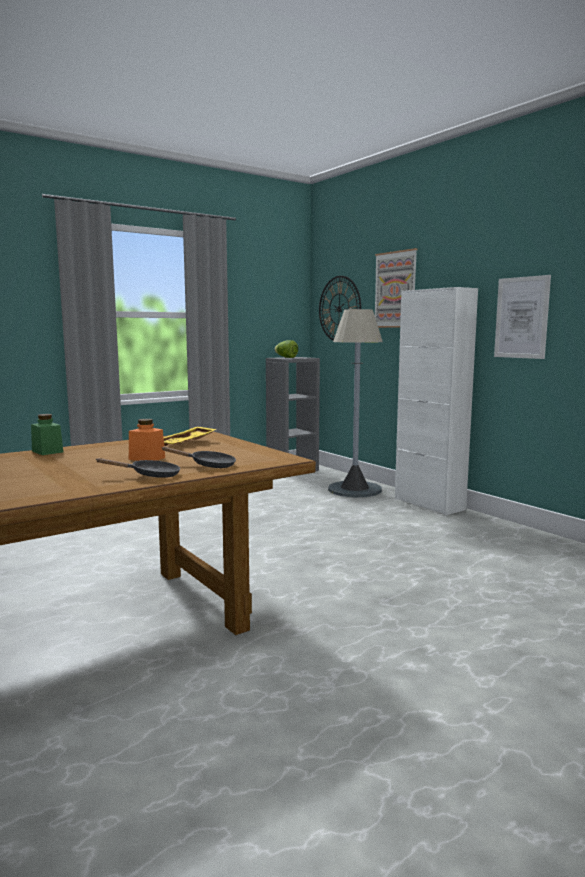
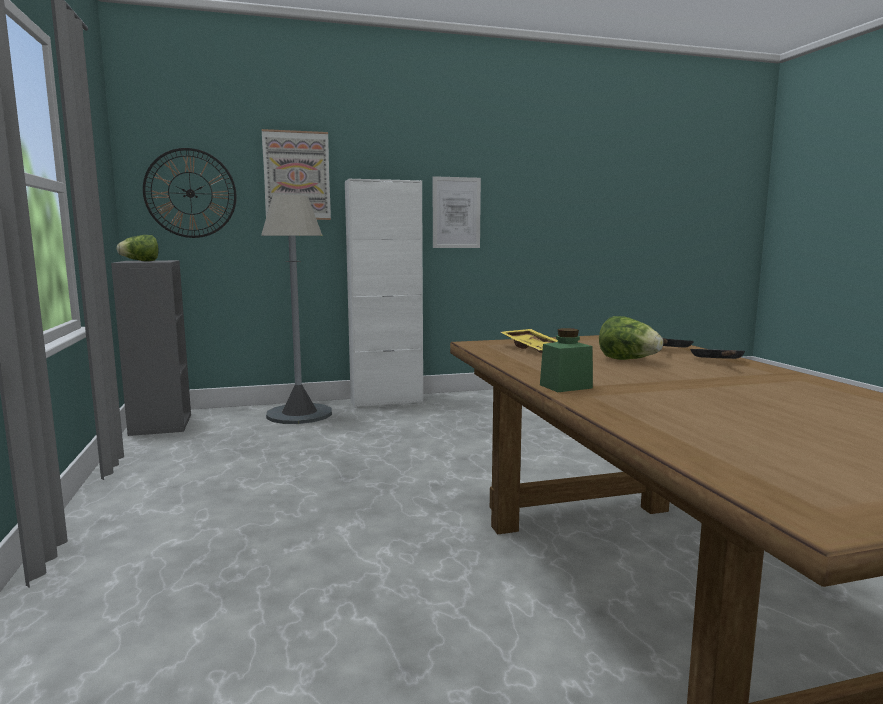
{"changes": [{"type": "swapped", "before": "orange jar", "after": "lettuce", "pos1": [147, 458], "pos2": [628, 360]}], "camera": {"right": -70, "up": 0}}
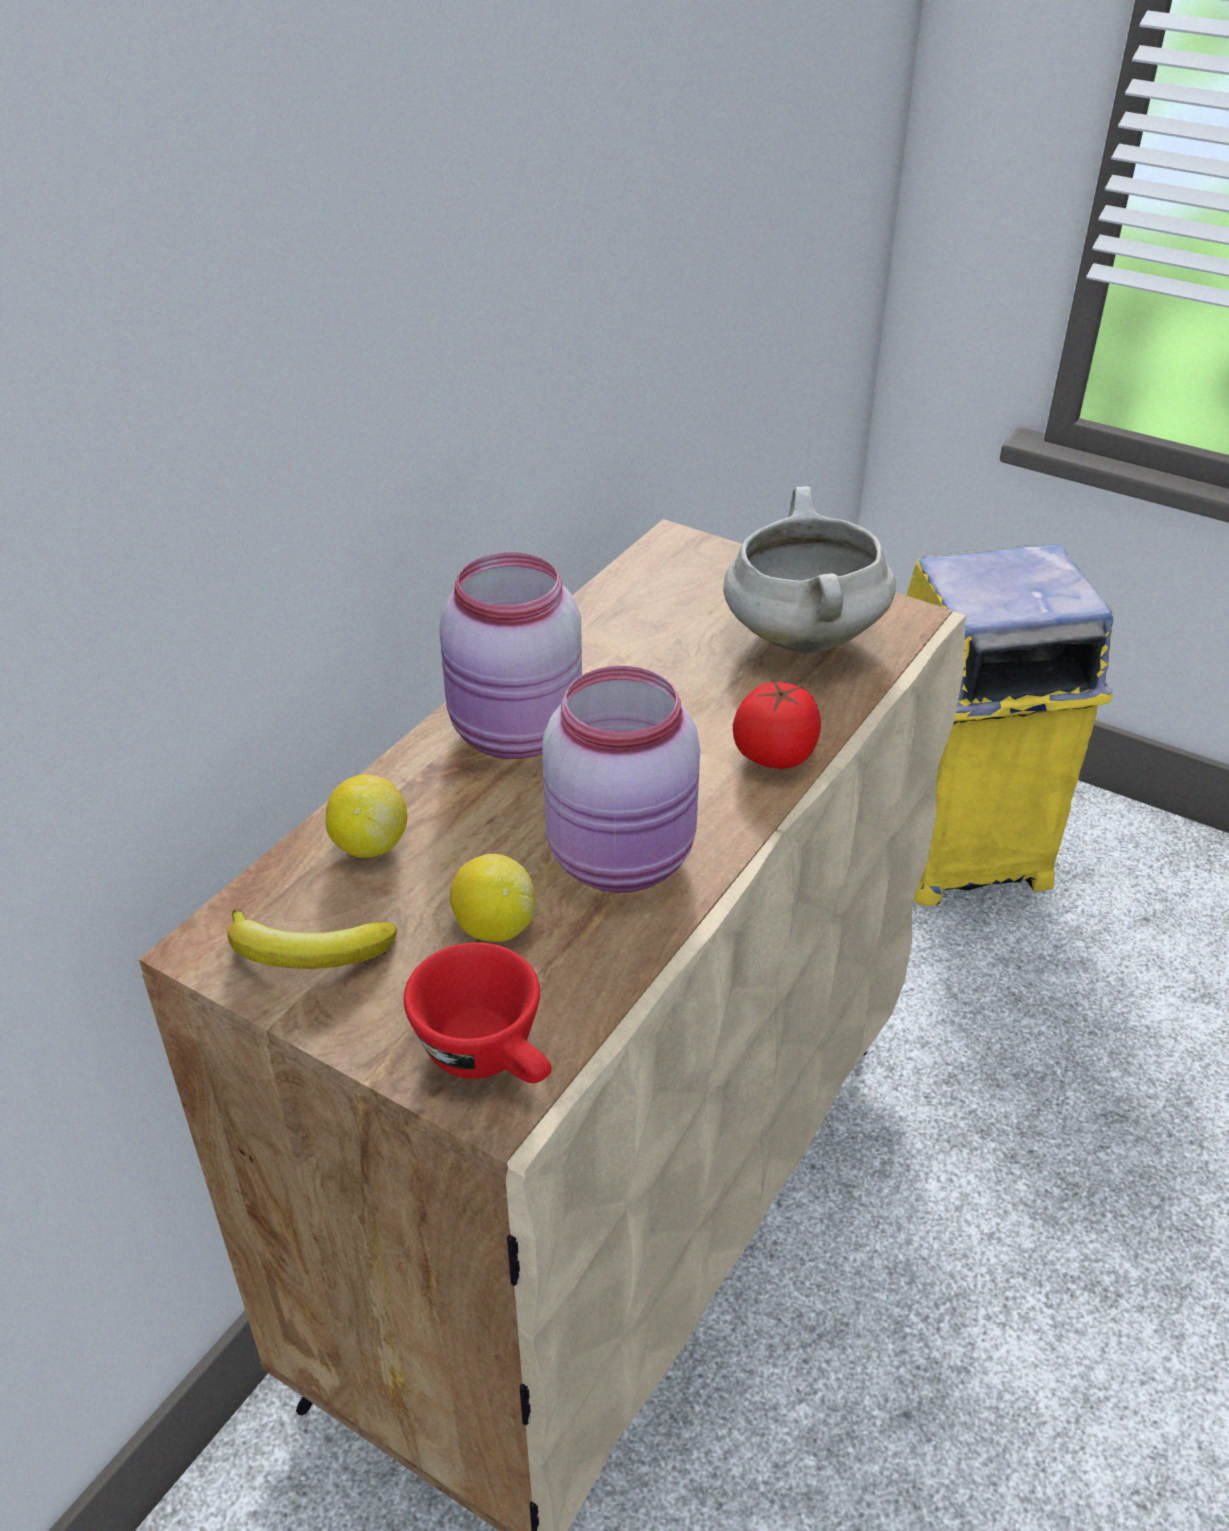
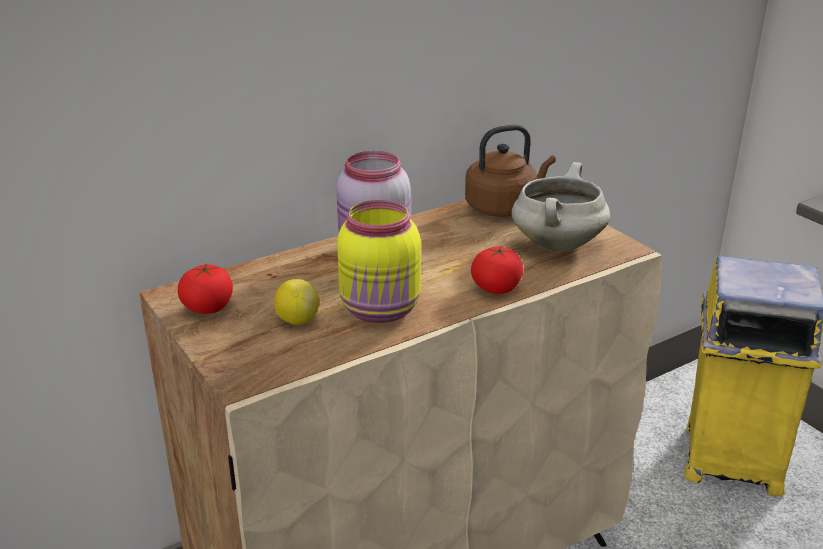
{"changes": [{"type": "swapped", "before": "banana", "after": "tomato", "pos1": [307, 953], "pos2": [208, 308]}, {"type": "repainted", "before": "pink jar", "after": "yellow jar", "pos1": [625, 859], "pos2": [381, 310]}, {"type": "new", "after": "brown kettle", "pos2": [504, 207]}, {"type": "gone", "before": "lemon", "pos1": [369, 844]}, {"type": "gone", "before": "red cup", "pos1": [491, 1057]}], "camera": {"right": 25, "up": -10}}
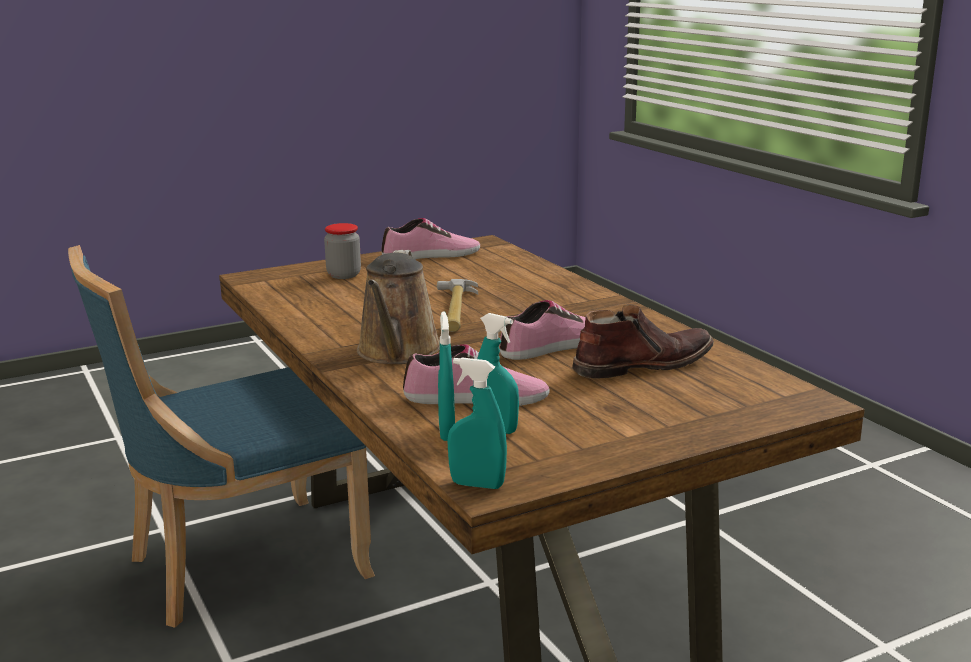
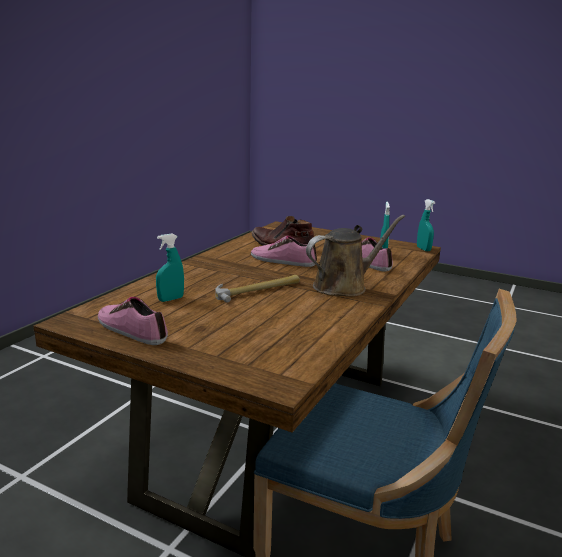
{"changes": [{"type": "shifted", "before": "turquoise spray bottle", "pos1": [447, 432], "pos2": [170, 299]}, {"type": "gone", "before": "jar", "pos1": [344, 275]}], "camera": {"right": -125, "up": 0}}
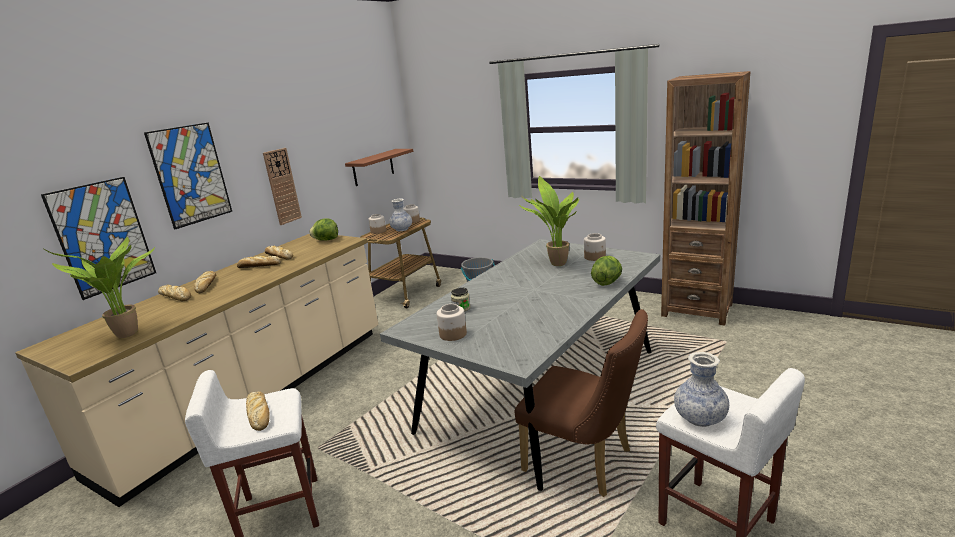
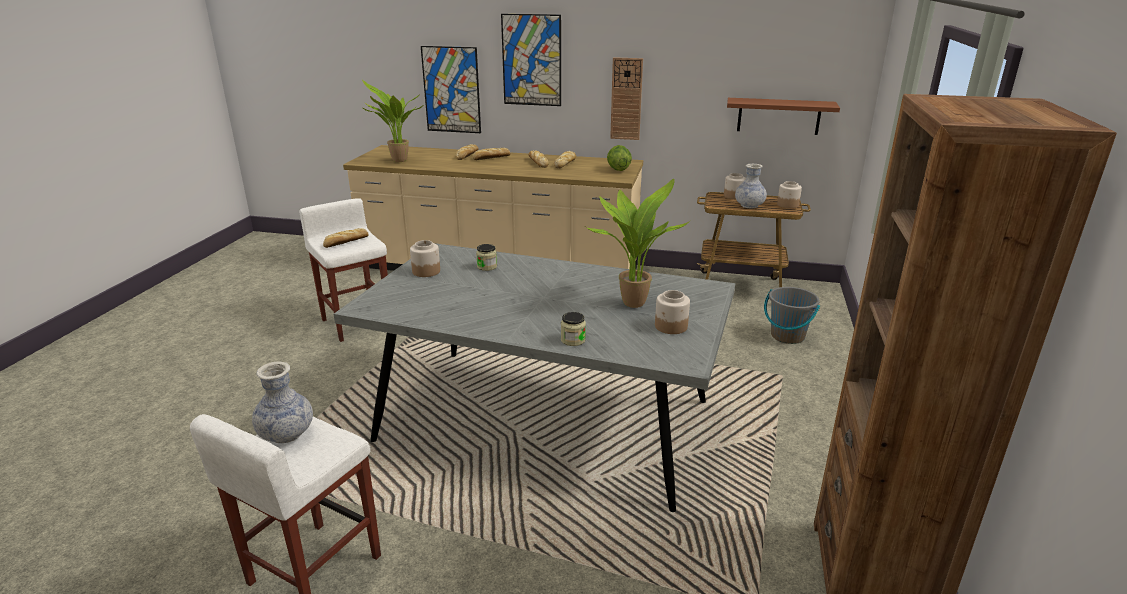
{"changes": [{"type": "swapped", "before": "lettuce", "after": "jar", "pos1": [607, 282], "pos2": [573, 340]}, {"type": "gone", "before": "brown chair", "pos1": [585, 462]}], "camera": {"right": 70, "up": 5}}
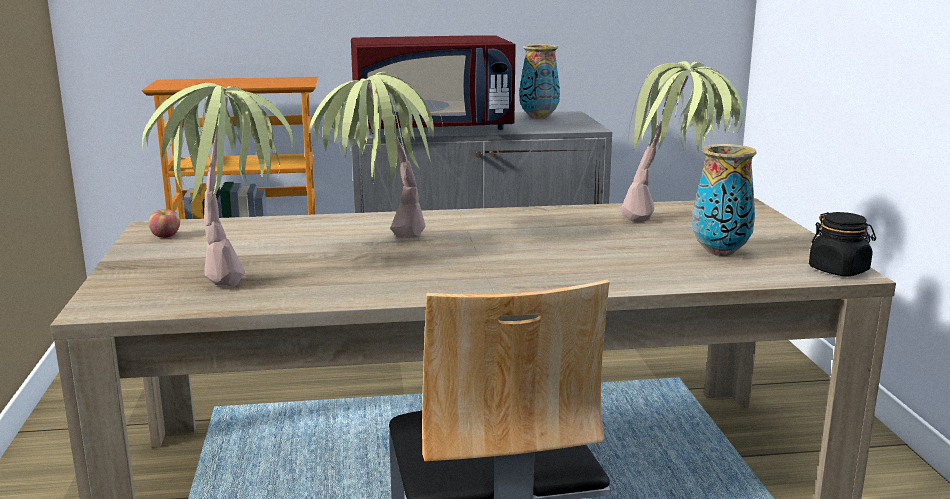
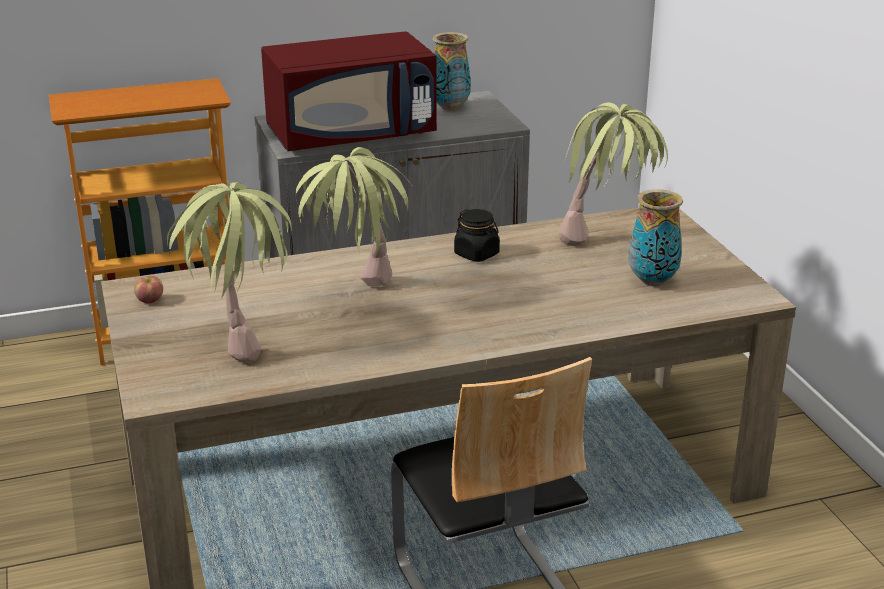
{"changes": [{"type": "shifted", "before": "black jar", "pos1": [839, 270], "pos2": [477, 254]}], "camera": {"right": -10, "up": 10}}
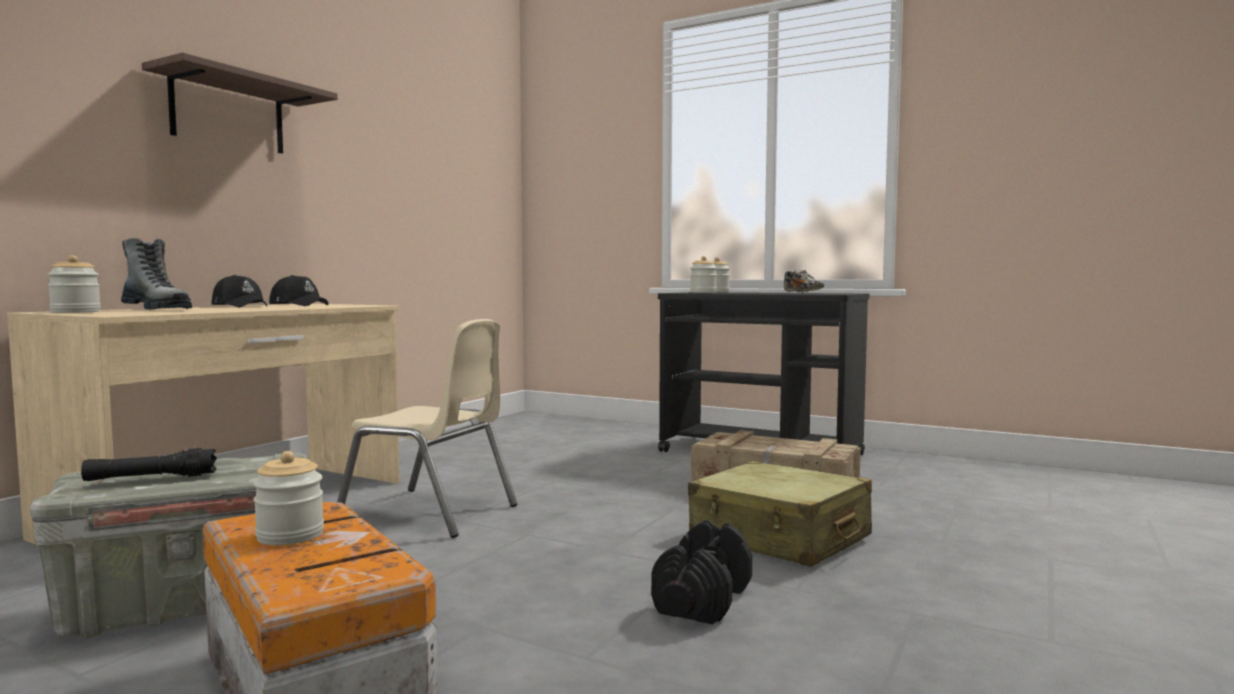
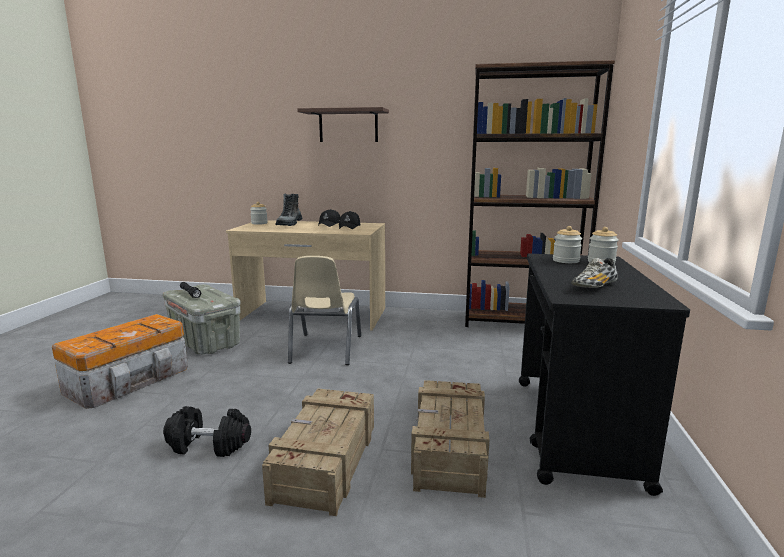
{"changes": [{"type": "swapped", "before": "beige suitcase", "after": "crate", "pos1": [779, 538], "pos2": [325, 462]}, {"type": "new", "after": "brown bookcase", "pos2": [521, 322]}, {"type": "gone", "before": "jar", "pos1": [290, 535]}], "camera": {"right": 70, "up": 10}}
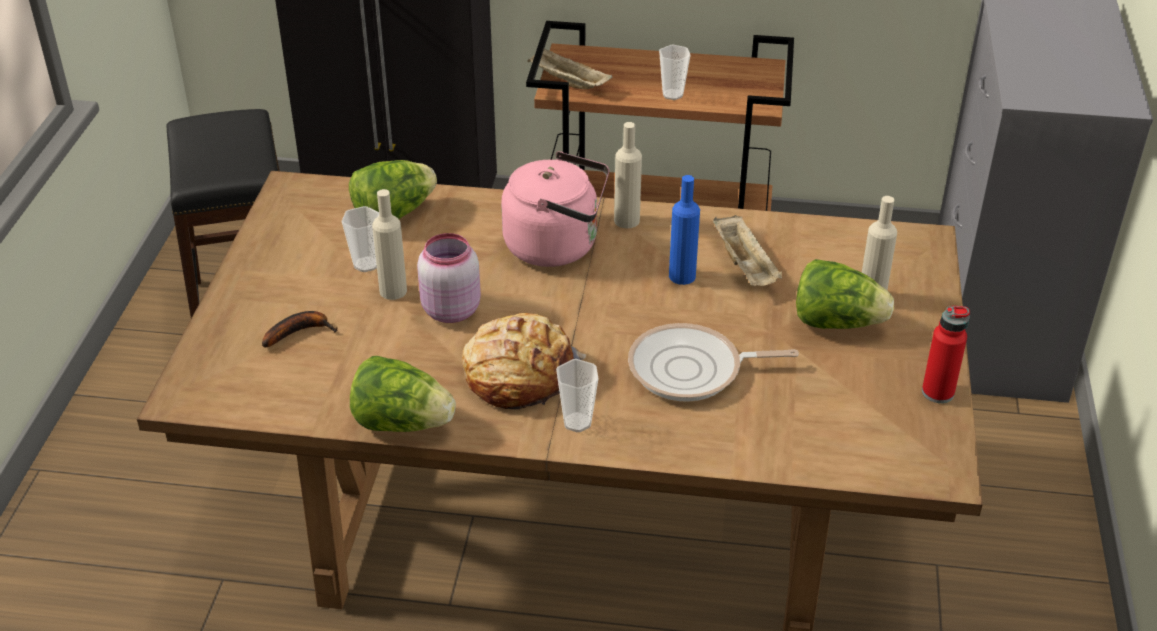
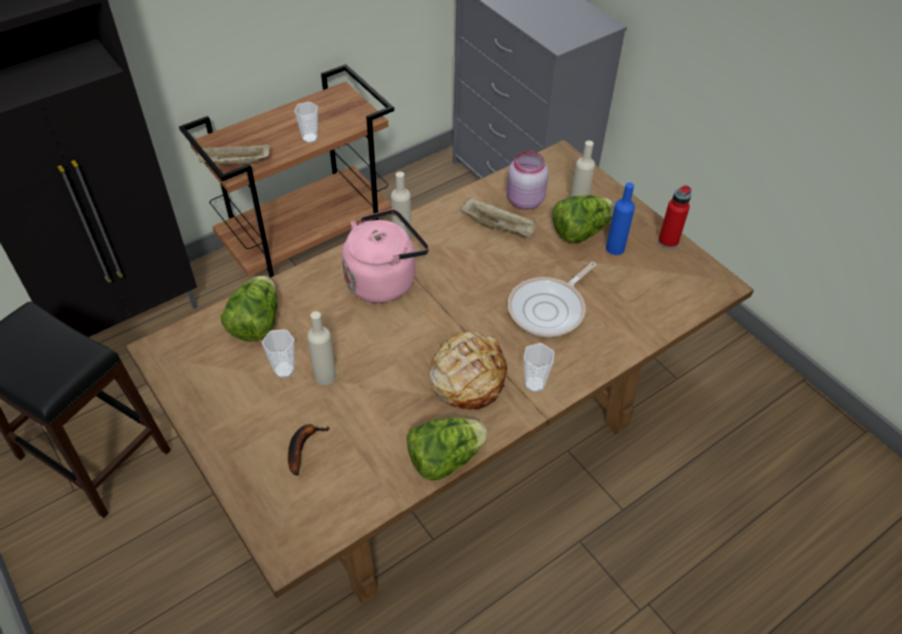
{"changes": [{"type": "shifted", "before": "pink jar", "pos1": [449, 309], "pos2": [524, 201]}, {"type": "shifted", "before": "blue bottle", "pos1": [682, 276], "pos2": [615, 248]}], "camera": {"right": -45, "up": 10}}
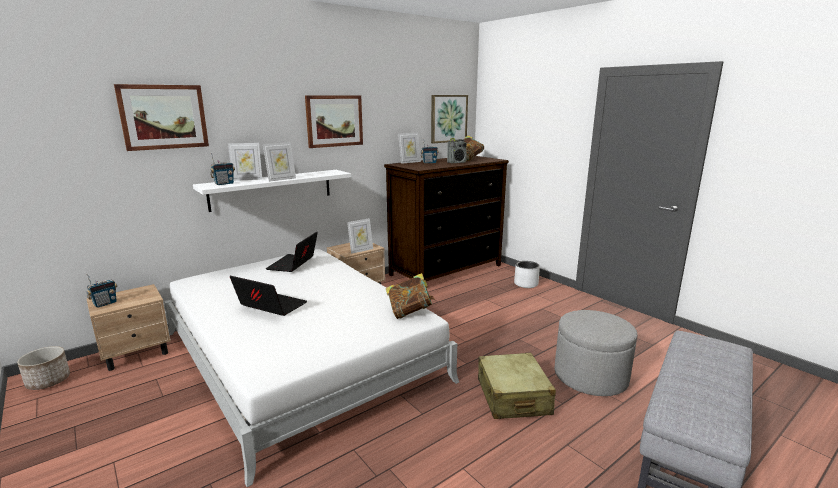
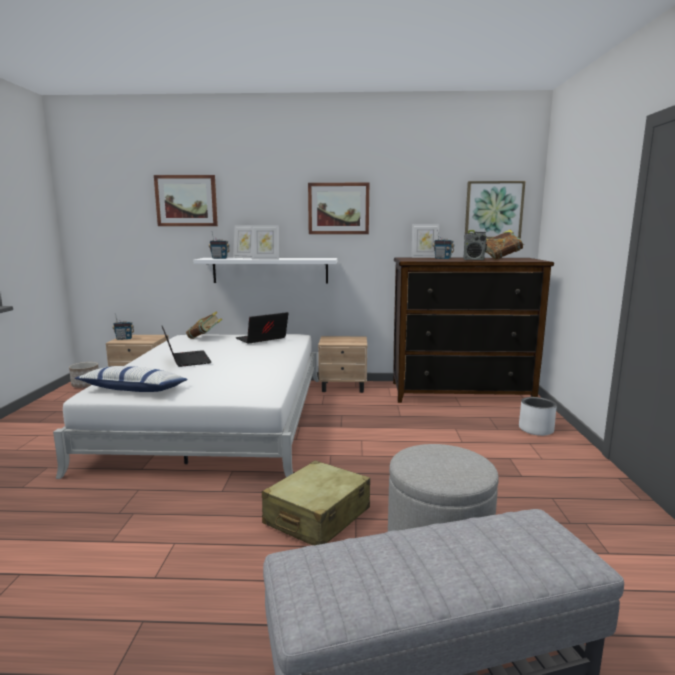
{"changes": [{"type": "new", "after": "pillow", "pos2": [134, 390]}, {"type": "shifted", "before": "book", "pos1": [410, 312], "pos2": [205, 338]}, {"type": "gone", "before": "picture frame", "pos1": [361, 250]}], "camera": {"right": 40, "up": -5}}
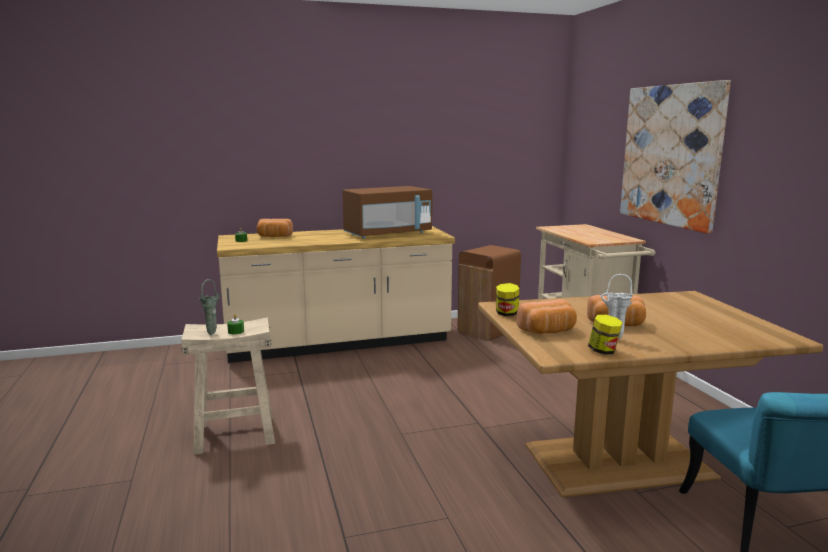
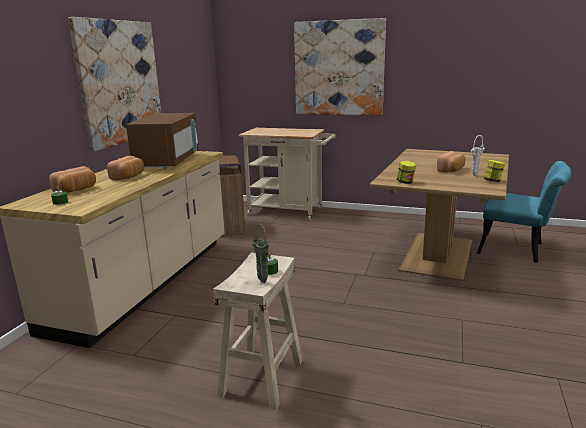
{"changes": [{"type": "new", "after": "picture", "pos2": [120, 82]}, {"type": "shifted", "before": "bread", "pos1": [548, 331], "pos2": [129, 177]}], "camera": {"right": -55, "up": 5}}
